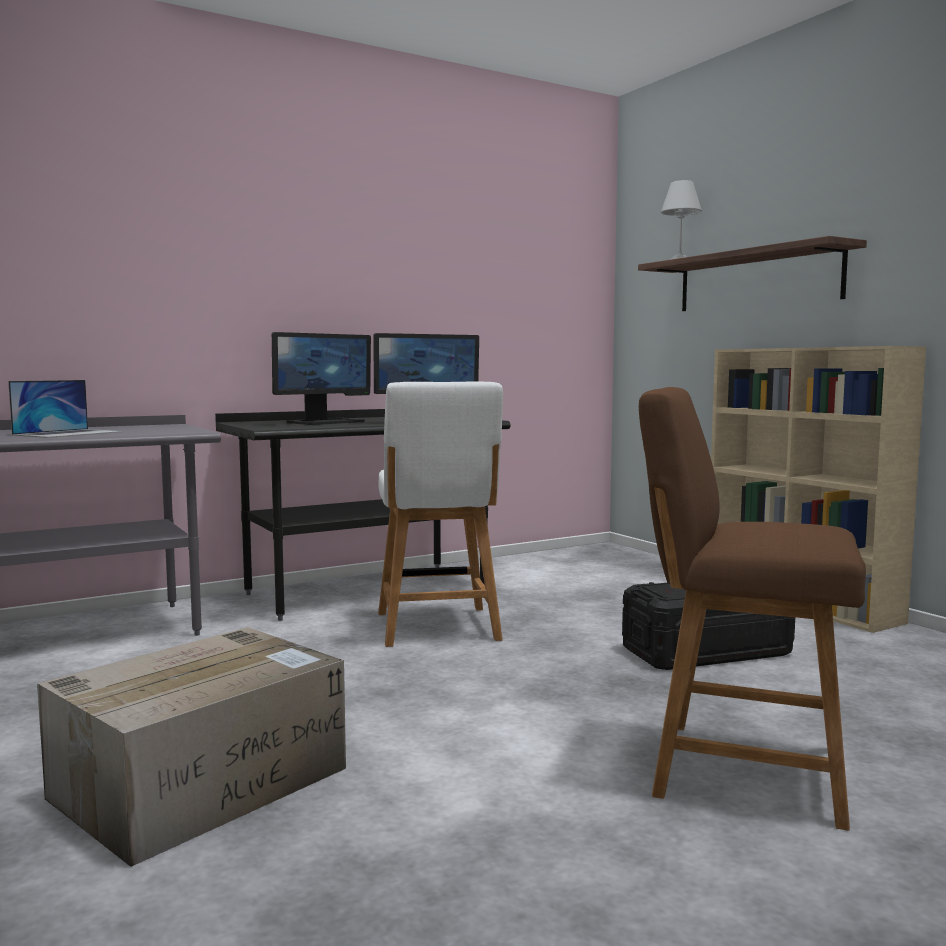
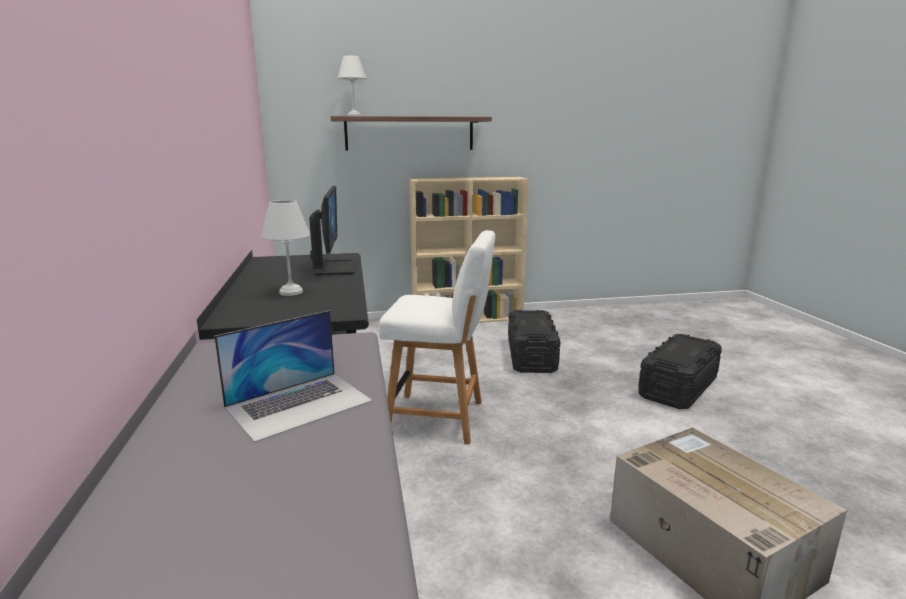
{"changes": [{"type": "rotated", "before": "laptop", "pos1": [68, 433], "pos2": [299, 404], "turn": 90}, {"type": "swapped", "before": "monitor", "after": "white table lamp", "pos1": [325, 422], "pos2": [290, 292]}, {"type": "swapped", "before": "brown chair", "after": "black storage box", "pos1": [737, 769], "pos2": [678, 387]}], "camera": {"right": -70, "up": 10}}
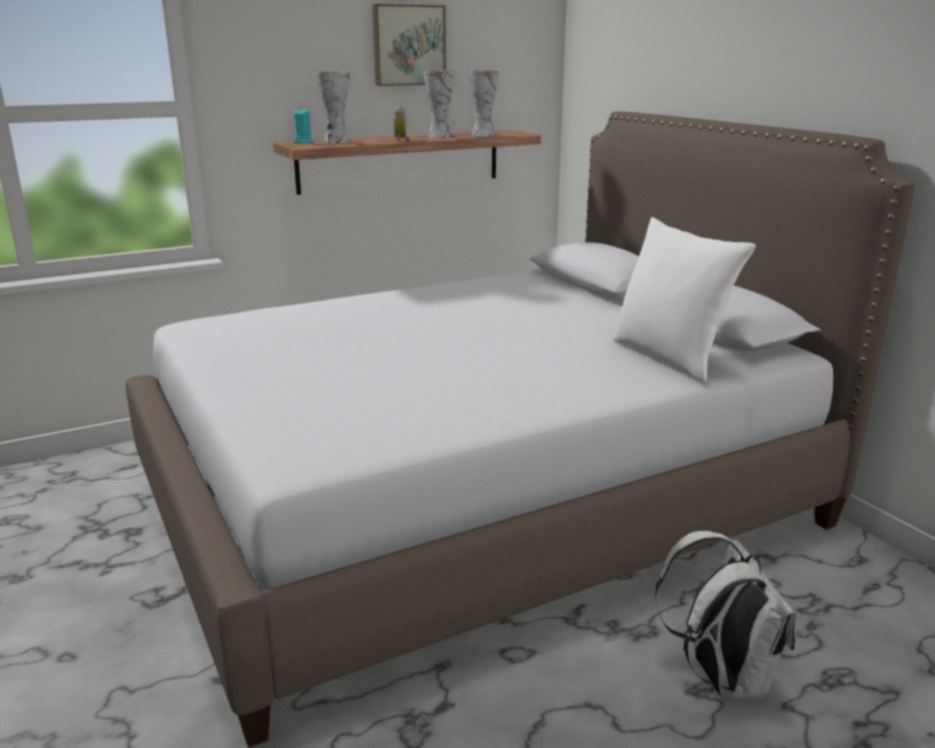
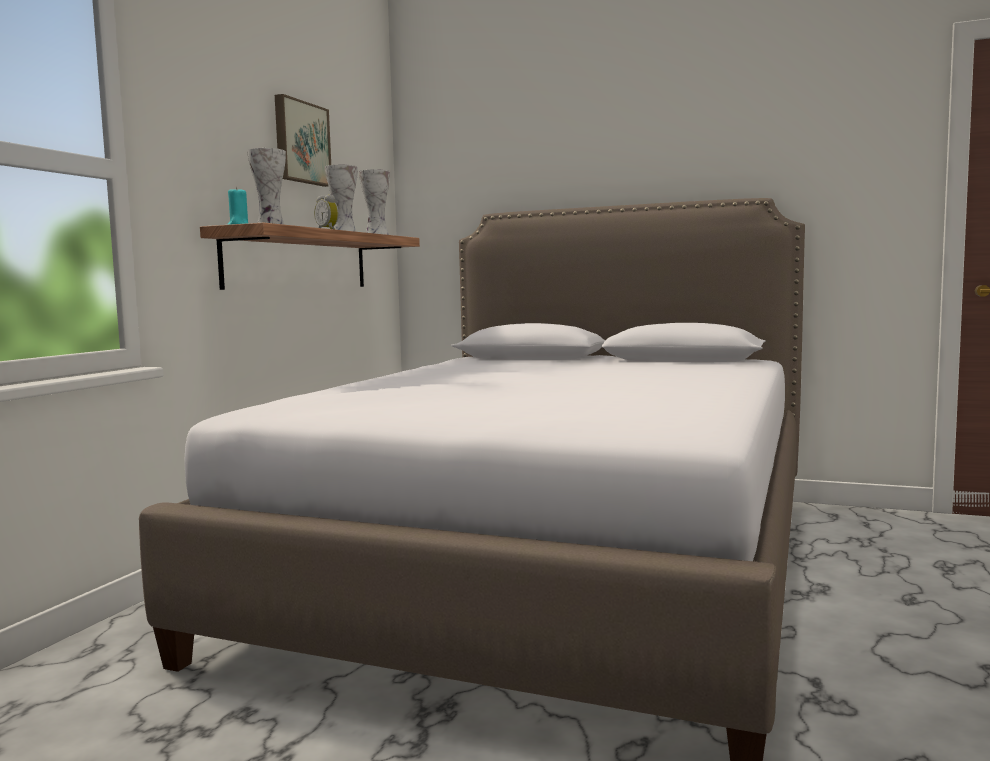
{"changes": [{"type": "gone", "before": "white pillow", "pos1": [670, 357]}, {"type": "gone", "before": "white backpack", "pos1": [721, 678]}], "camera": {"right": -40, "up": -15}}
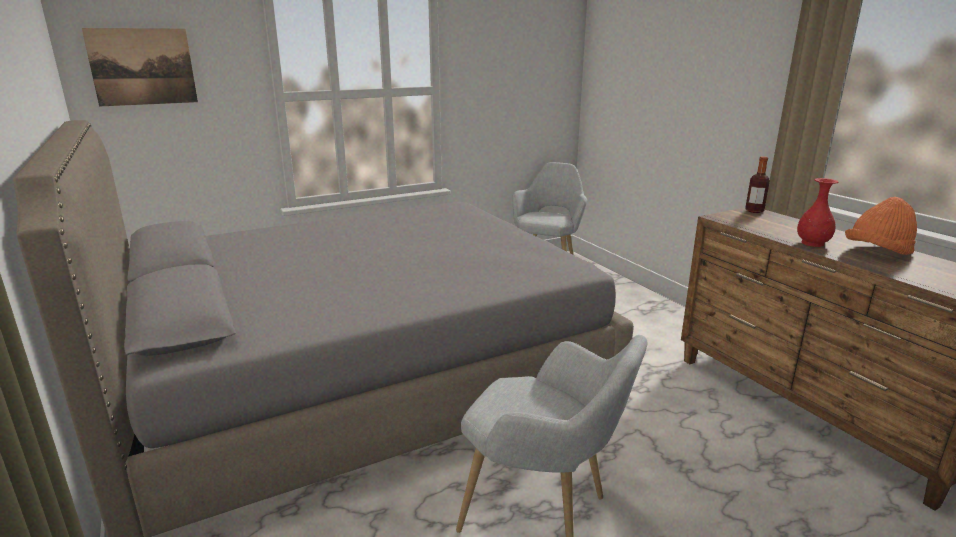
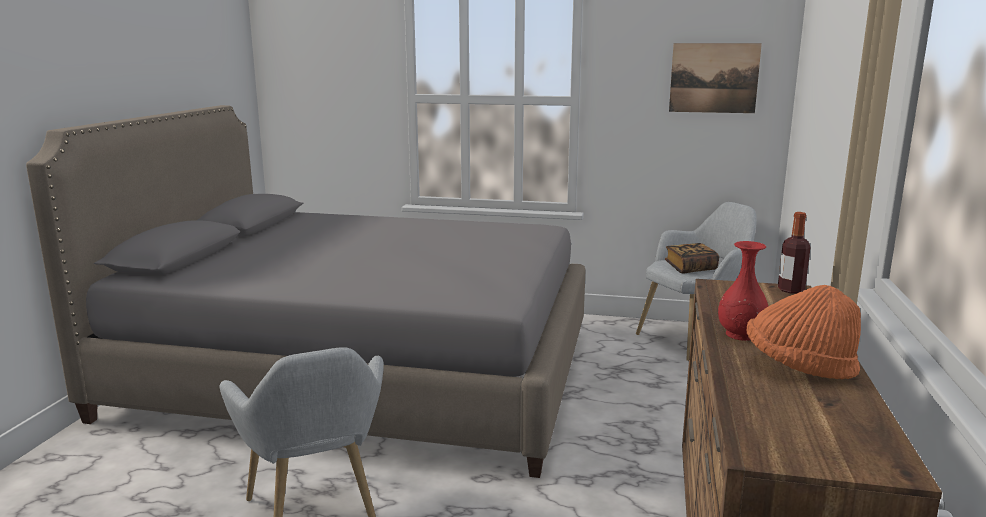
{"changes": [{"type": "new", "after": "book", "pos2": [690, 268]}, {"type": "shifted", "before": "picture", "pos1": [142, 67], "pos2": [714, 78]}], "camera": {"right": 40, "up": -5}}
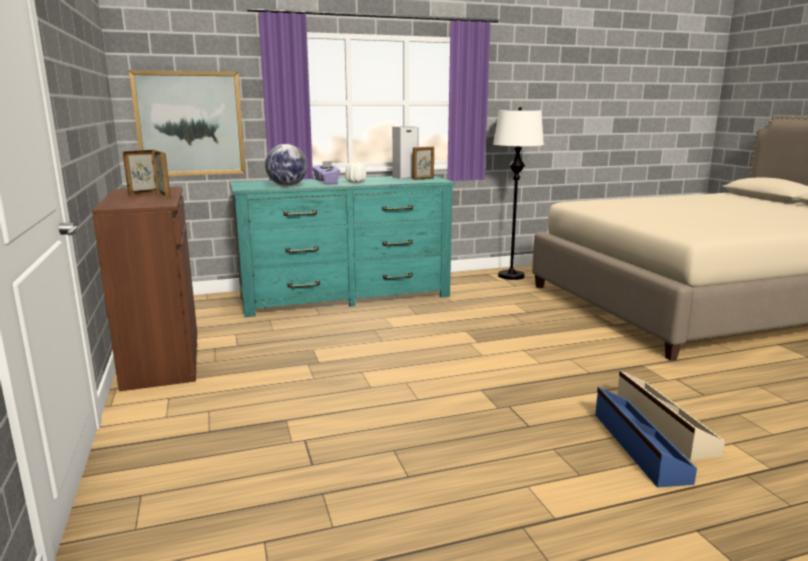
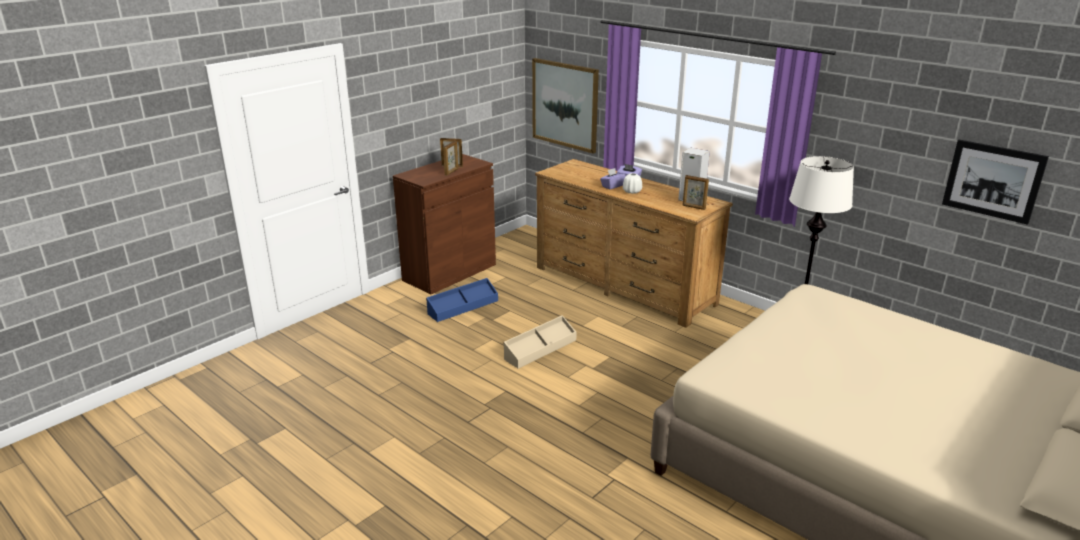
{"changes": [{"type": "shifted", "before": "blue storage box", "pos1": [638, 446], "pos2": [462, 307]}, {"type": "shifted", "before": "beige storage box", "pos1": [663, 424], "pos2": [540, 349]}, {"type": "repainted", "before": "turquoise dresser", "after": "brown dresser", "pos1": [345, 296], "pos2": [623, 285]}, {"type": "new", "after": "picture", "pos2": [993, 181]}, {"type": "gone", "before": "globe", "pos1": [287, 186]}], "camera": {"right": 60, "up": 10}}
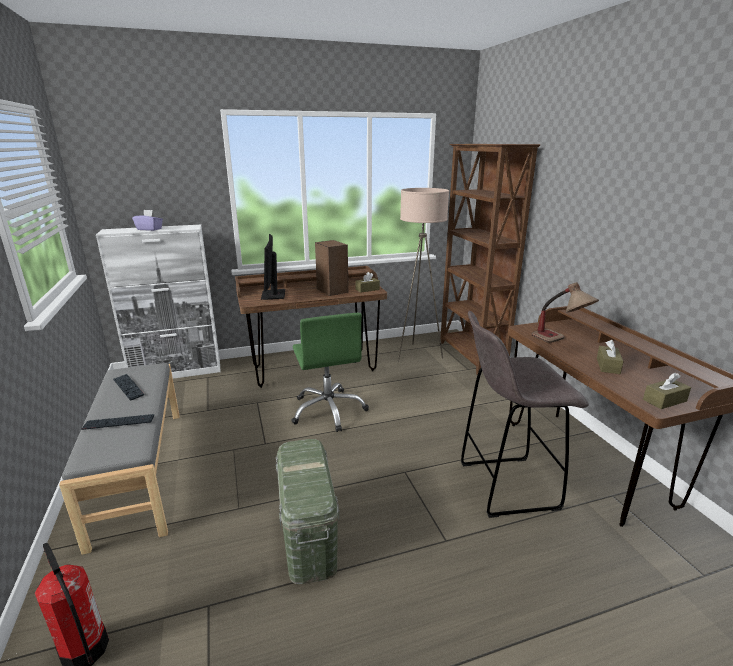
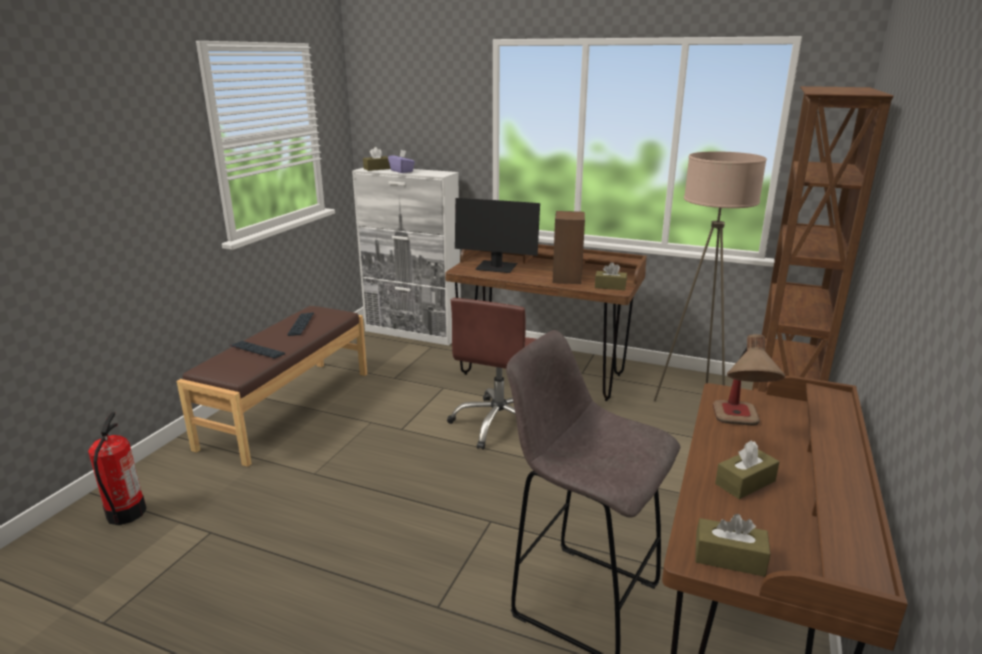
{"changes": [{"type": "repainted", "before": "grey bench", "after": "brown bench", "pos1": [139, 471], "pos2": [287, 408]}, {"type": "new", "after": "brown tissue box", "pos2": [377, 169]}, {"type": "repainted", "before": "green office chair", "after": "brown office chair", "pos1": [328, 410], "pos2": [499, 423]}, {"type": "rotated", "before": "monitor", "pos1": [273, 295], "pos2": [496, 267], "turn": -105}, {"type": "gone", "before": "green storage box", "pos1": [308, 538]}], "camera": {"right": 40, "up": 0}}
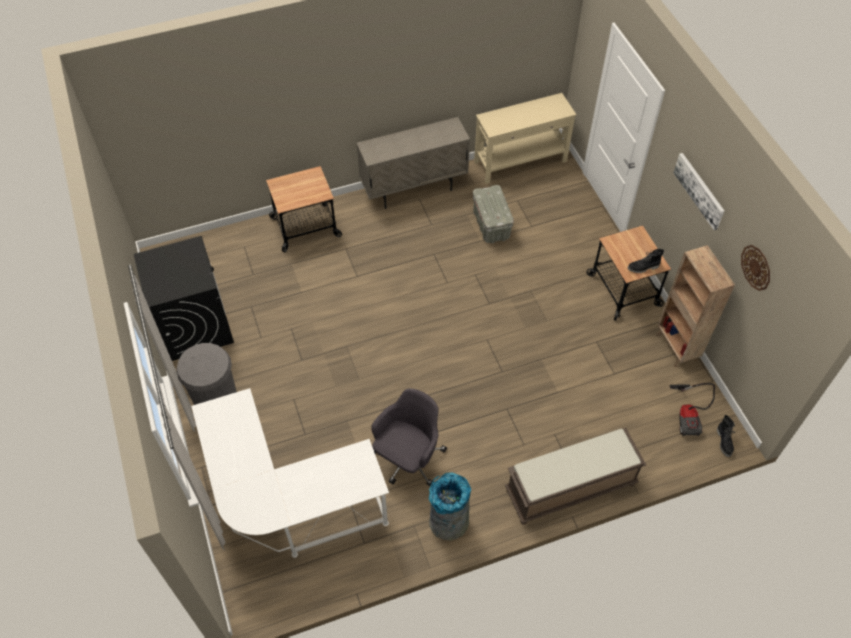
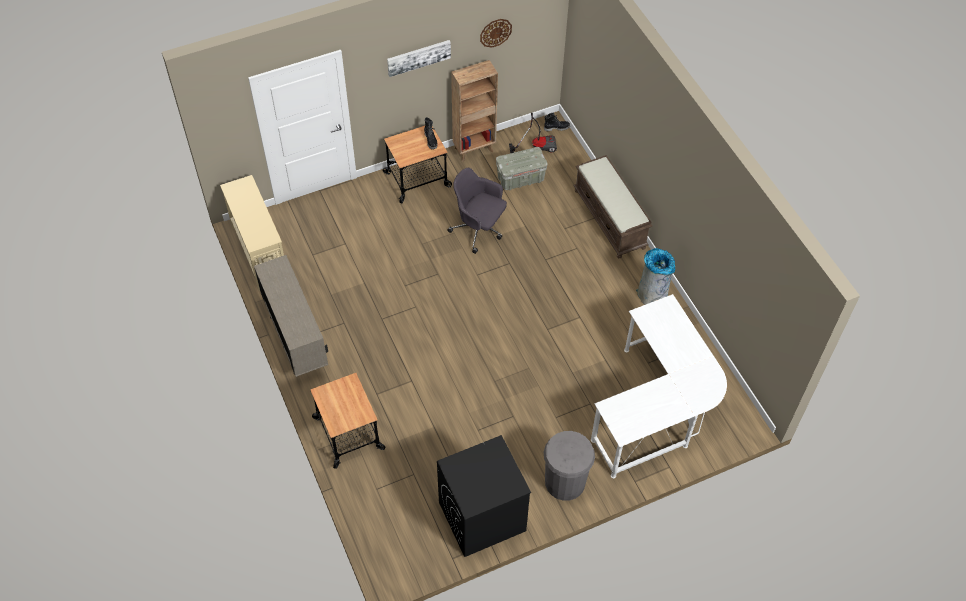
{"changes": [{"type": "shifted", "before": "grey office chair", "pos1": [408, 459], "pos2": [479, 229]}, {"type": "shifted", "before": "grey storage box", "pos1": [491, 225], "pos2": [520, 179]}], "camera": {"right": -95, "up": 0}}
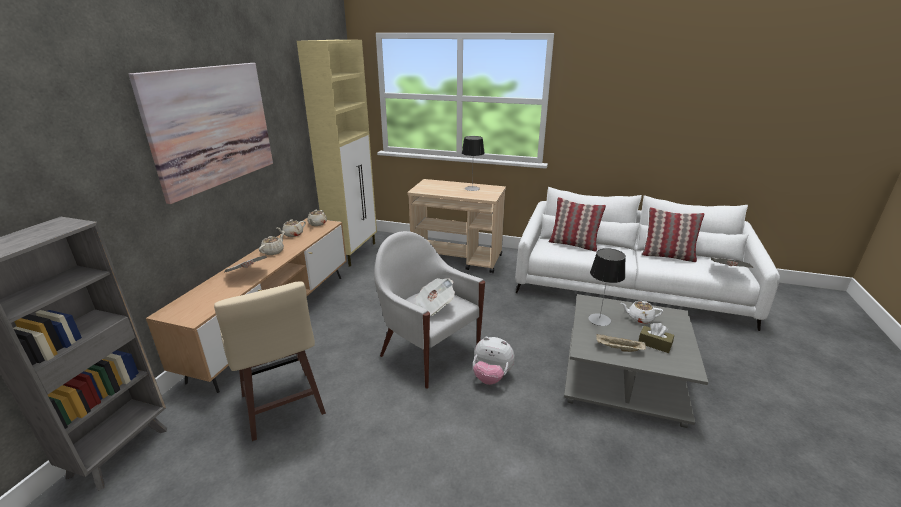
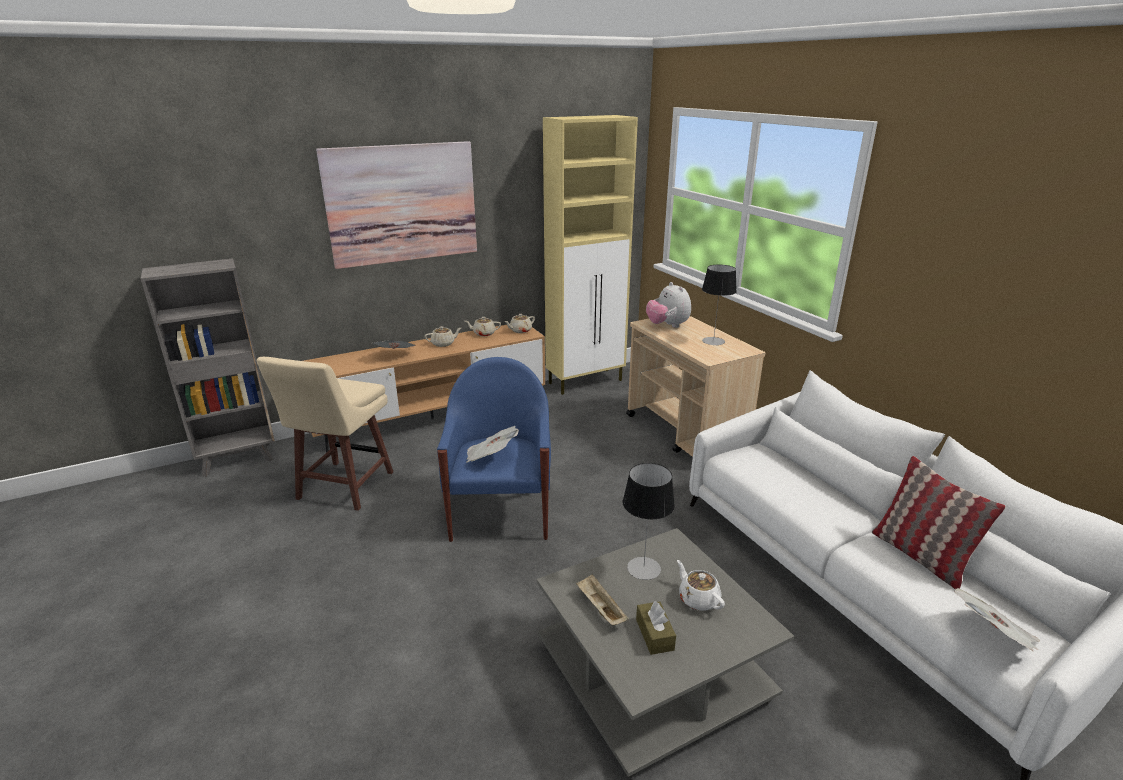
{"changes": [{"type": "repainted", "before": "white armchair", "after": "blue armchair", "pos1": [428, 352], "pos2": [501, 512]}, {"type": "shifted", "before": "plush toy", "pos1": [491, 377], "pos2": [667, 326]}, {"type": "gone", "before": "pillow", "pos1": [573, 244]}], "camera": {"right": 45, "up": 0}}
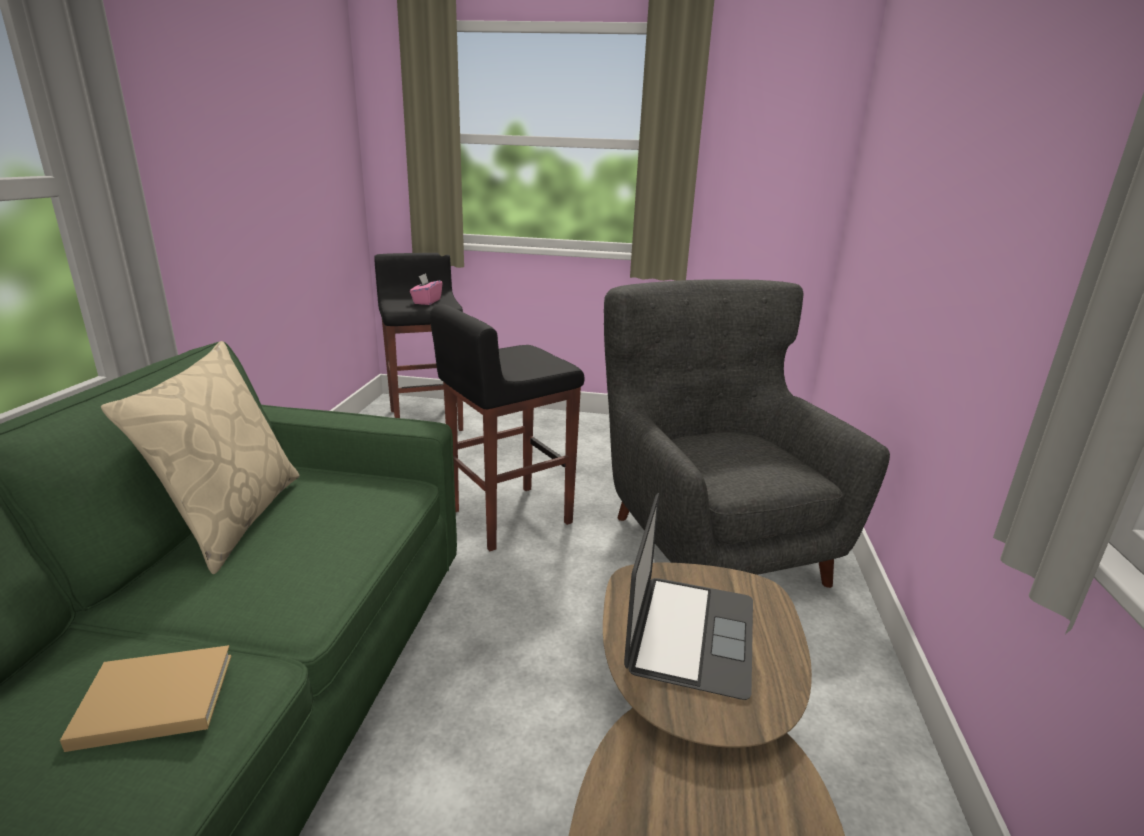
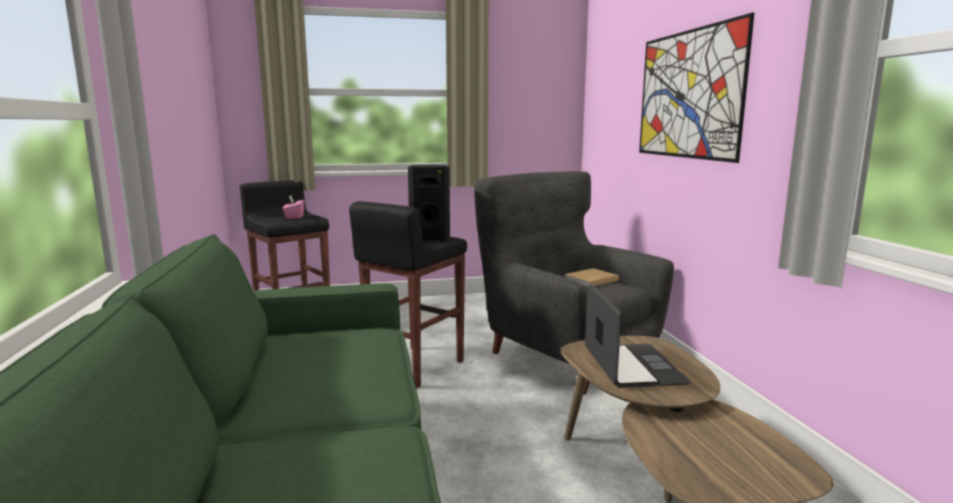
{"changes": [{"type": "new", "after": "black speaker", "pos2": [430, 238]}, {"type": "shifted", "before": "beige book", "pos1": [150, 700], "pos2": [590, 280]}, {"type": "new", "after": "picture", "pos2": [687, 94]}, {"type": "gone", "before": "beige pillow", "pos1": [232, 518]}], "camera": {"right": -20, "up": -10}}
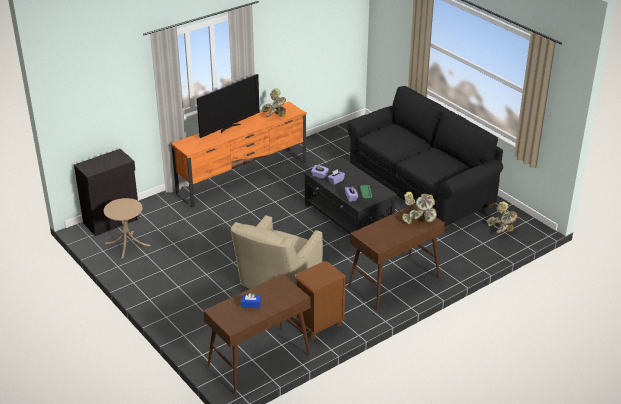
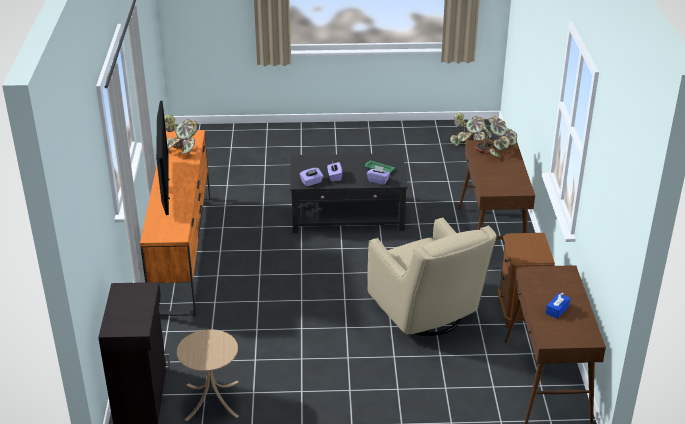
{"changes": [{"type": "gone", "before": "black sofa", "pos1": [420, 186]}], "camera": {"right": -55, "up": 0}}
